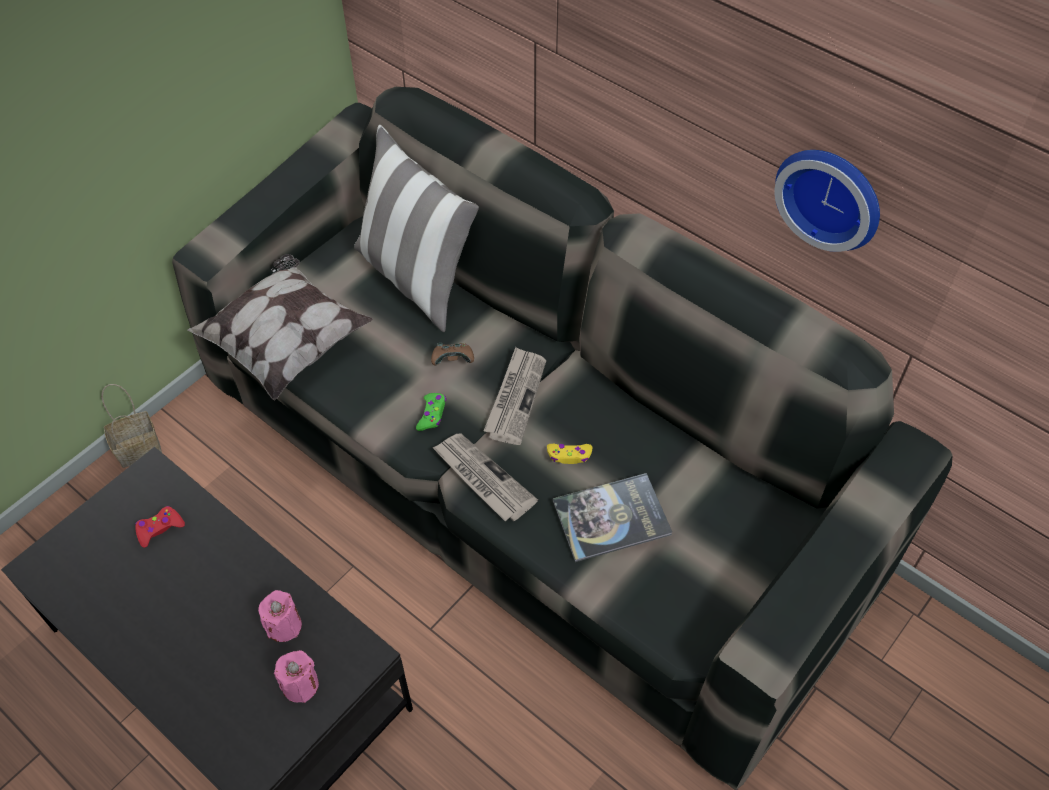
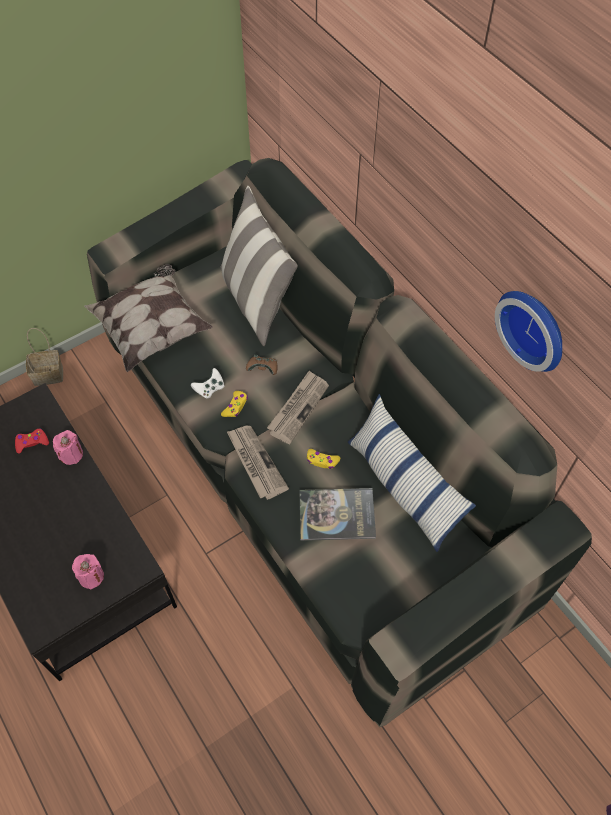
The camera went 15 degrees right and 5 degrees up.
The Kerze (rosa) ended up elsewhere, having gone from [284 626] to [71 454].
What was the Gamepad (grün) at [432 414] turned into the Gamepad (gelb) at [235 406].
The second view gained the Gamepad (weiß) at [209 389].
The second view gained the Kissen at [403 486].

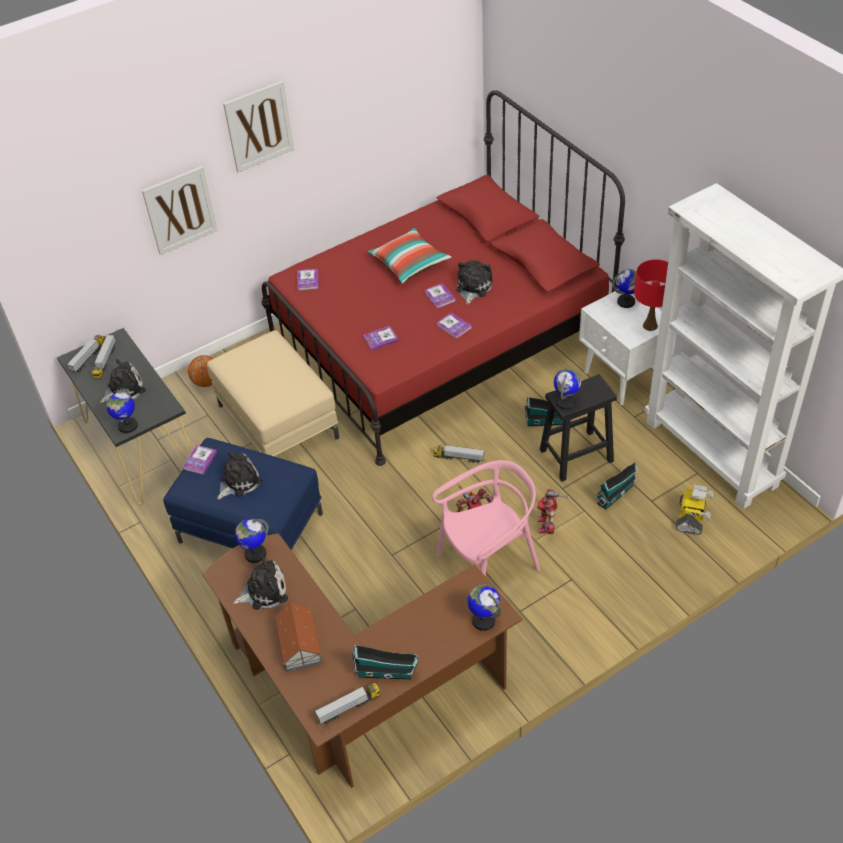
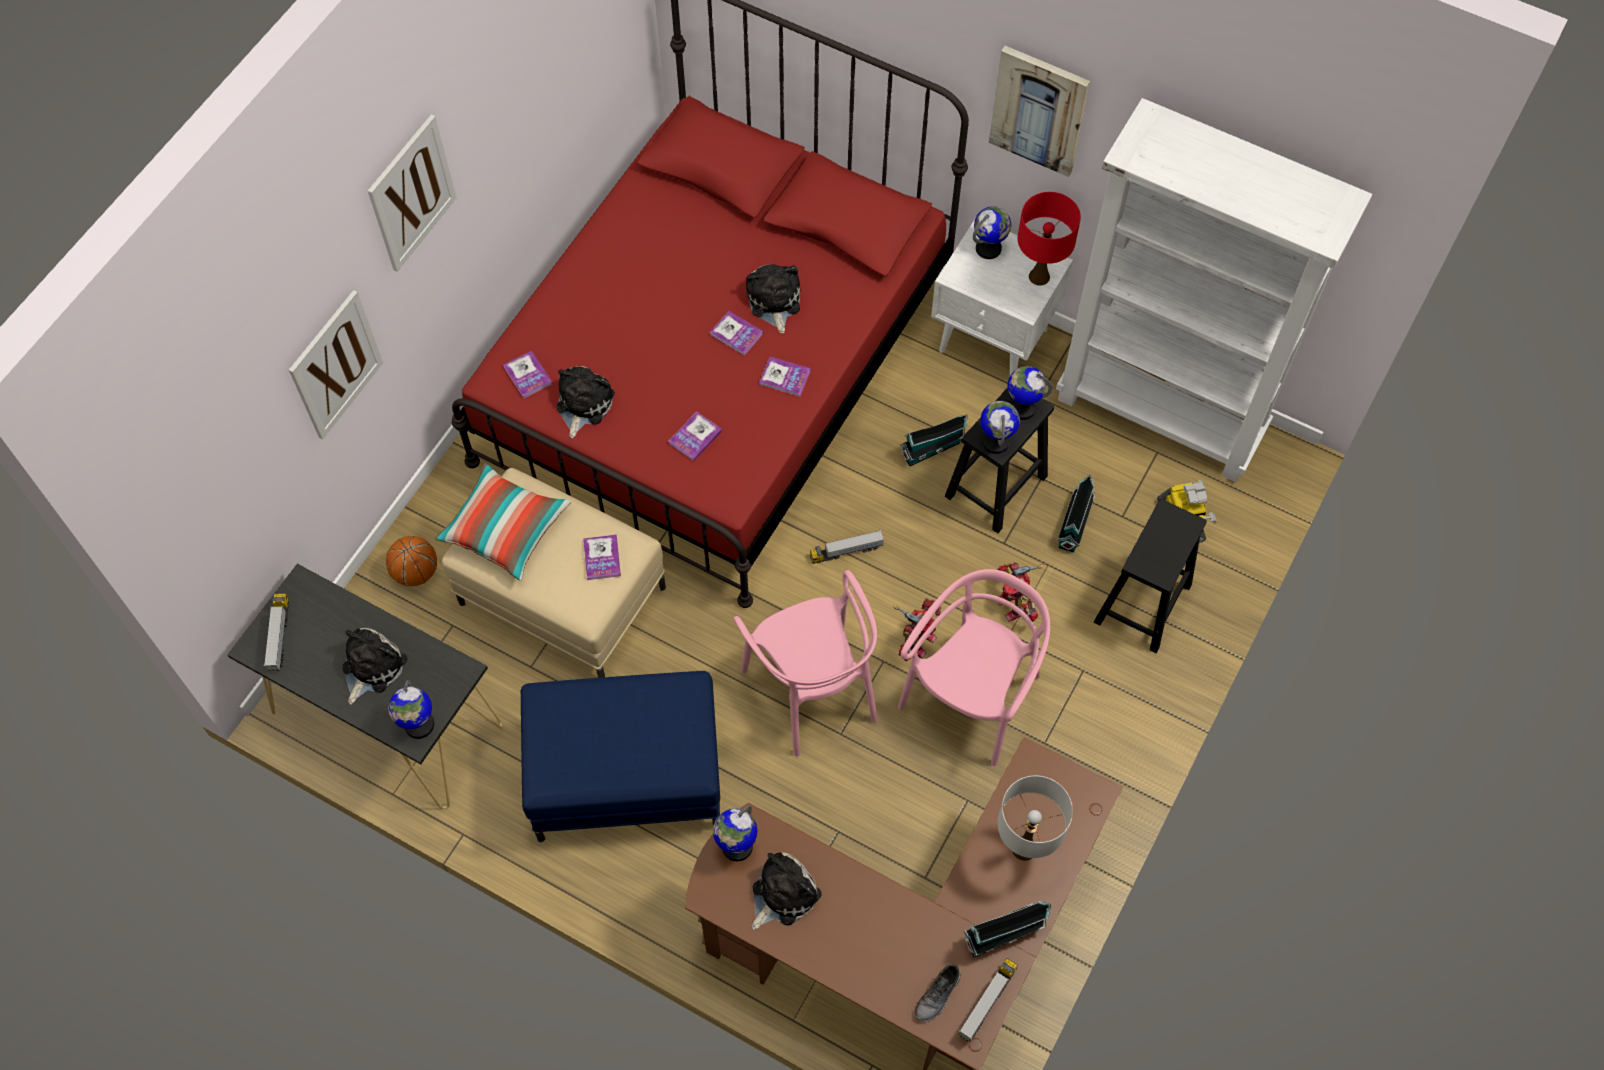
The camera went 30 degrees left and 15 degrees up.
The second view lost the Spielzeuglaster at [105 362].
The Buch ended up elsewhere, having gone from [200 460] to [602 558].
The Plüschtier ended up elsewhere, having gone from [238 481] to [583 404].
The second view lost the Spielzeughaus at [300 644].
The Kissen ended up elsewhere, having gone from [409 264] to [505 529].
The Globus ended up elsewhere, having gone from [483 620] to [1022 407].
The second view gained the Stuhl (rosa) at [812 691].
The second view gained the Schuh (grau) at [938 995].
The second view gained the Bild at [1039 110].
The second view gained the Tischlampe (weiß) at [1023 849].
The second view gained the Hocker (schwarz) at [1143 602].

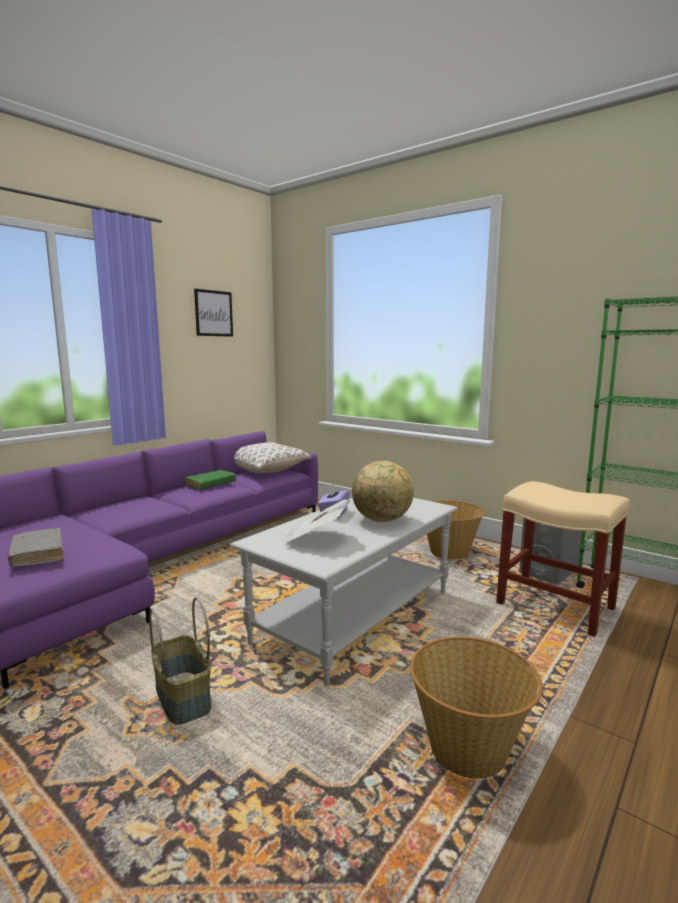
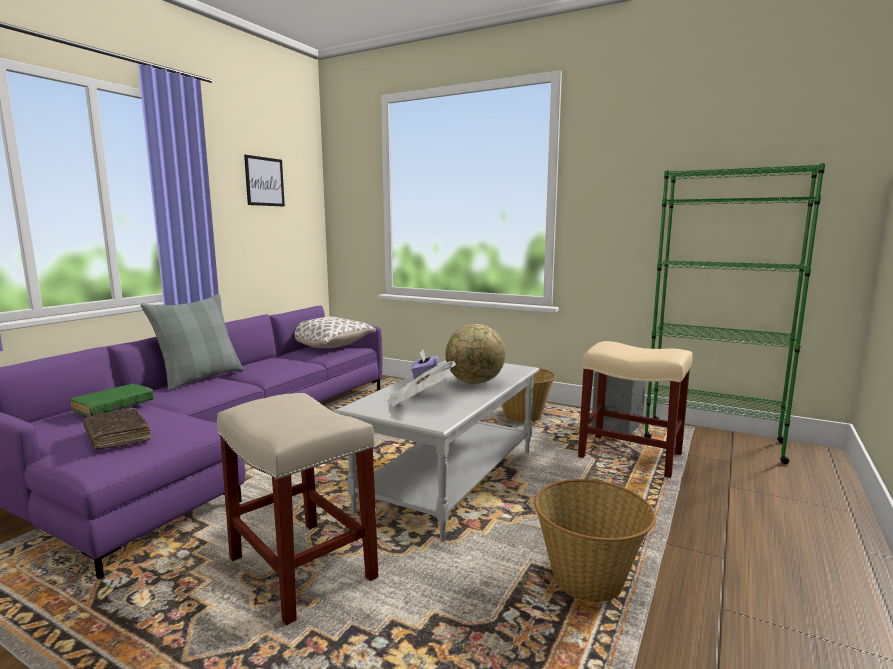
The camera went 10 degrees left and 0 degrees up.
What was the Buch (grau) at [37 554] turned into the Buch (braun) at [117 436].
Where the Korb stood at [181 698], the Hocker (beige) came to stand at [300 567].
The Buch (grün) ended up elsewhere, having gone from [211 484] to [114 407].
The second view gained the Kissen (grau) at [200 378].

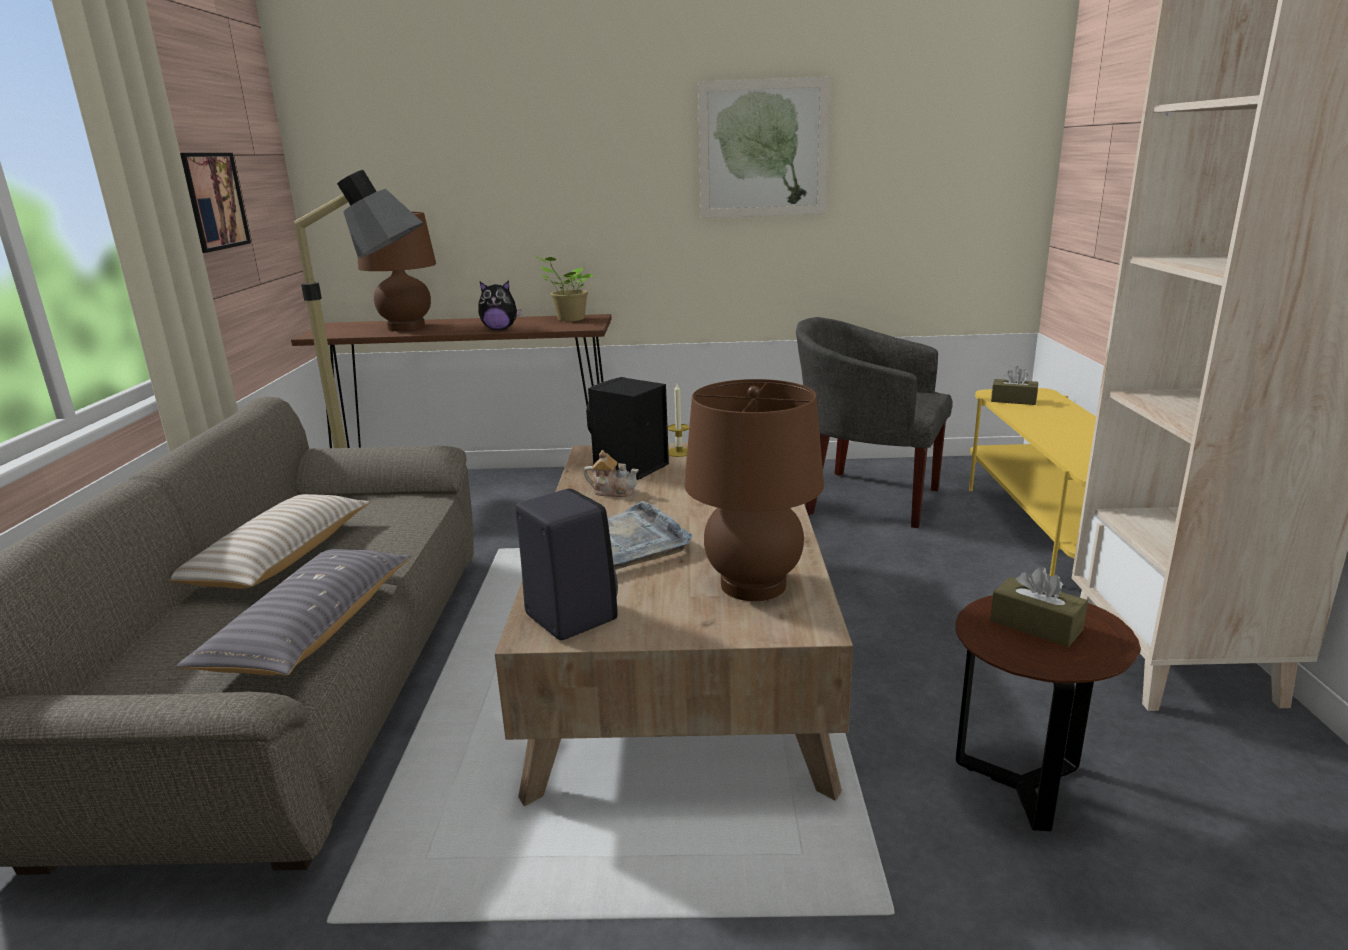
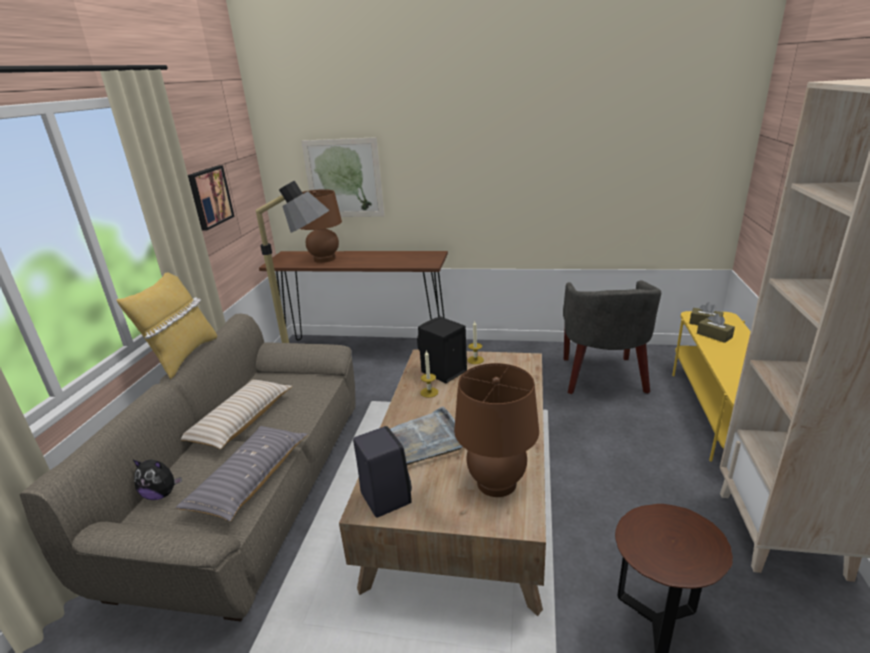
The camera went 10 degrees right and 5 degrees up.
The Plüschtier ended up elsewhere, having gone from [500 329] to [161 494].
The second view lost the Topfpflanze at [568 319].
Where the Teekanne stood at [613 491], the Kerze came to stand at [429 392].
The Bild ended up elsewhere, having gone from [763 149] to [343 178].
The Sessel (grau) at [866 498] ended up facing another way, 120 degrees counterclockwise from before.
The Taschentuchbox (braun) ended up elsewhere, having gone from [1035 625] to [714 335].
The second view gained the Kissen (gelb) at [183 357].

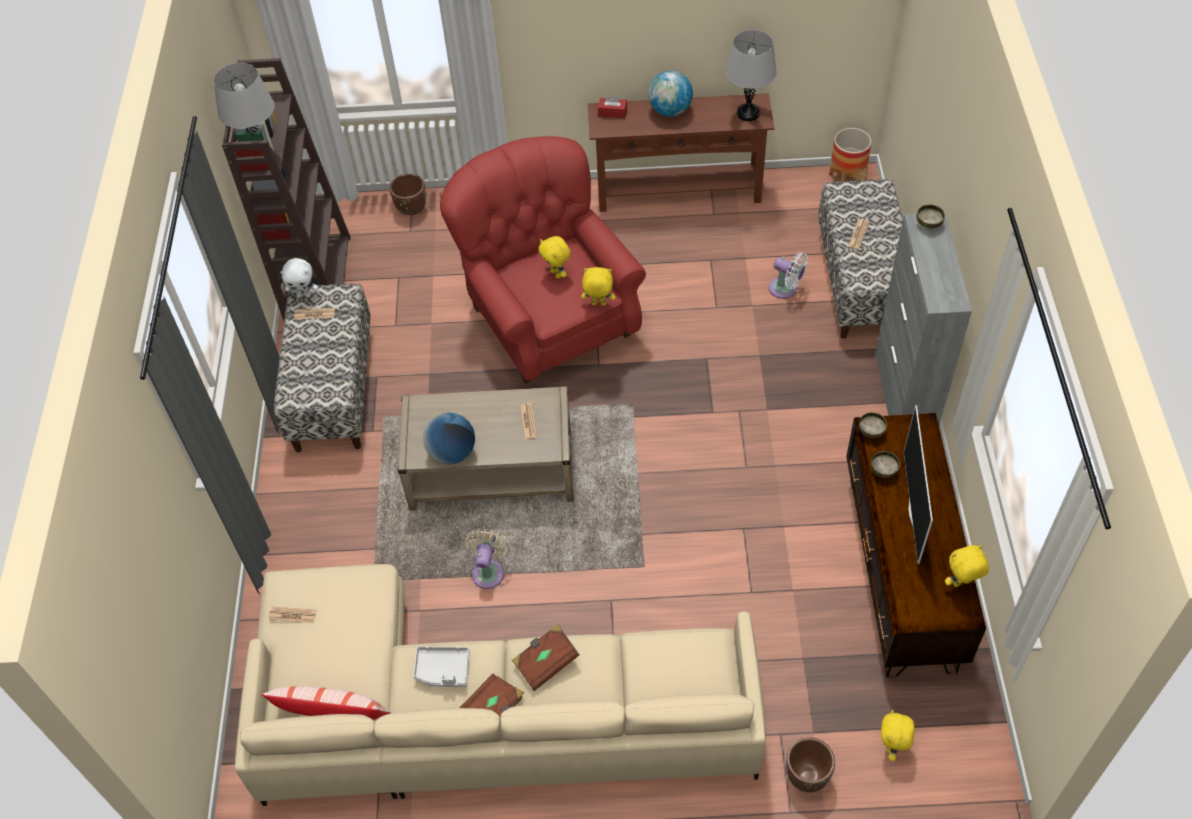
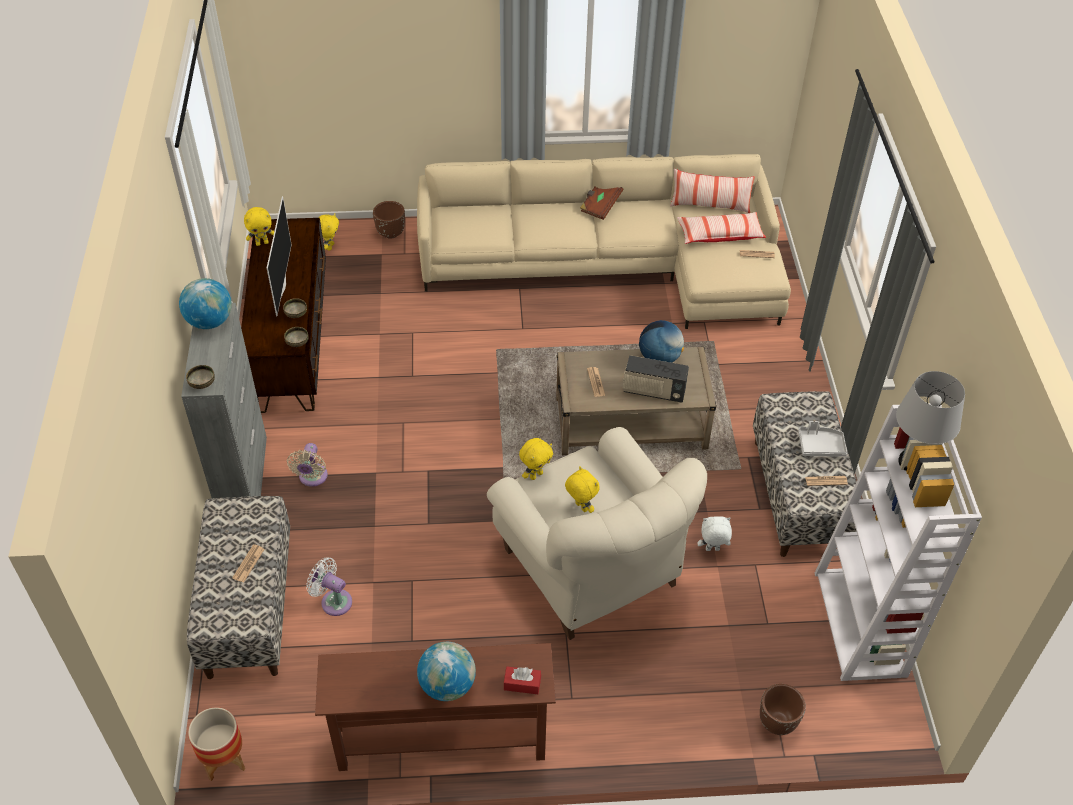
The camera went 175 degrees right and 5 degrees down.
What was the Bücherregal (braun) at [316 277] turned into the Bücherregal (weiß) at [861 624].
The Plüschtier (weiß) ended up elsewhere, having gone from [304 295] to [712 550].
The Tablett (grau) ended up elsewhere, having gone from [443 670] to [820 446].
What was the Sessel (rot) at [548 318] turned into the Sessel (beige) at [592 570].
The Ventilator (beige) ended up elsewhere, having gone from [489 571] to [312 478].
The second view lost the Buch (braun) at [546 662].
The Plüschtier (gelb) at [598 304] ended up facing another way, 45 degrees counterclockwise from before.
The second view lost the Tischlampe (grau) at [748 113].
The second view gained the Globus at [210 321].
The second view gained the Radio at [653 391].
The second view gained the Kissen at [720 235].

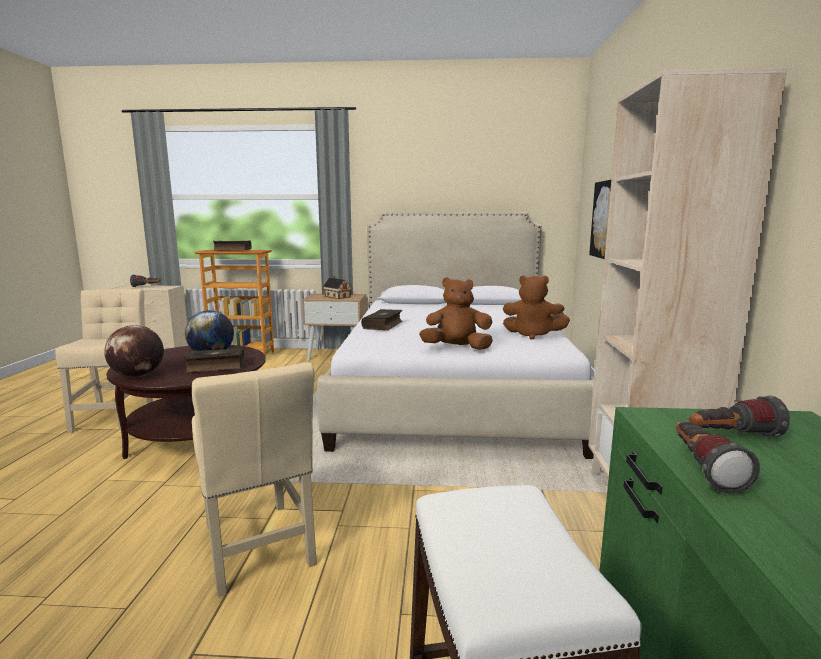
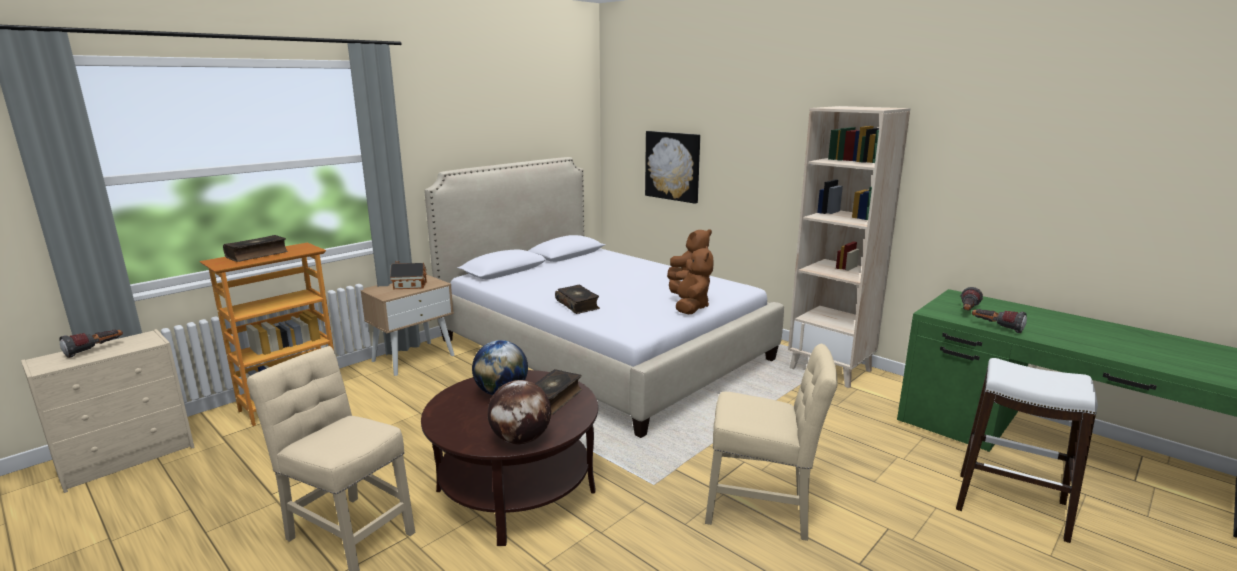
The camera went 50 degrees left and 5 degrees up.
The Plüschtier (braun) at [457 348] ended up facing another way, 135 degrees clockwise from before.

